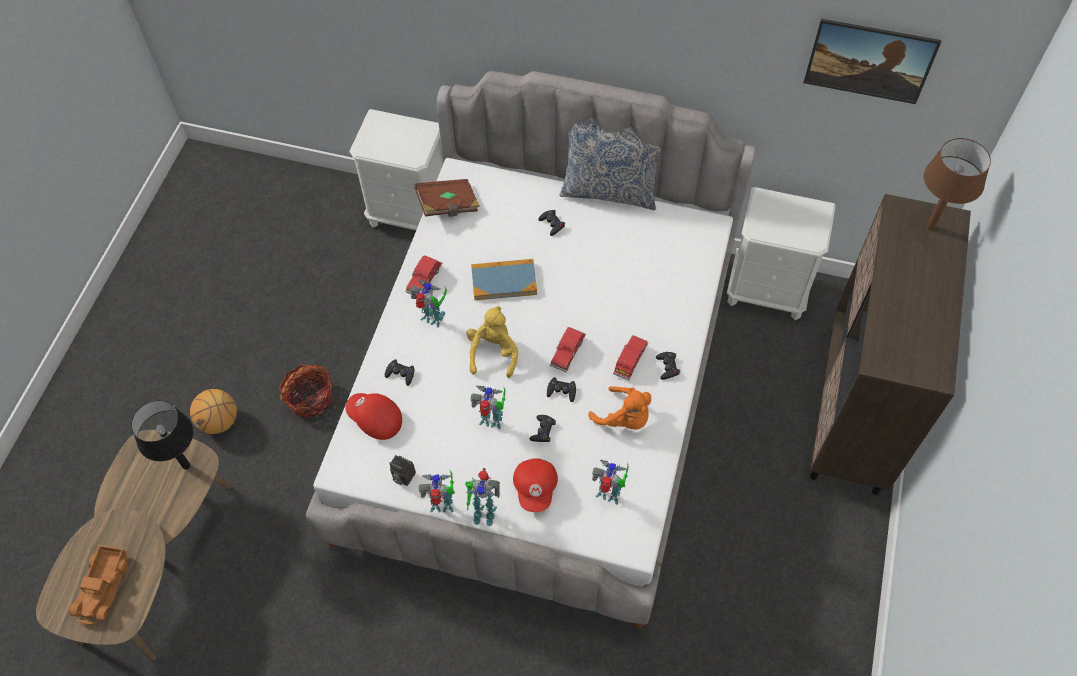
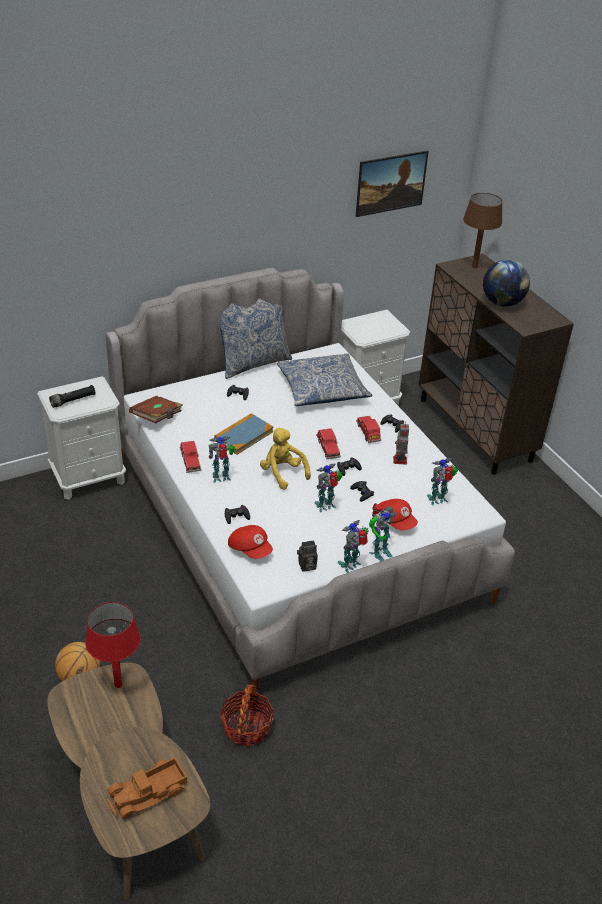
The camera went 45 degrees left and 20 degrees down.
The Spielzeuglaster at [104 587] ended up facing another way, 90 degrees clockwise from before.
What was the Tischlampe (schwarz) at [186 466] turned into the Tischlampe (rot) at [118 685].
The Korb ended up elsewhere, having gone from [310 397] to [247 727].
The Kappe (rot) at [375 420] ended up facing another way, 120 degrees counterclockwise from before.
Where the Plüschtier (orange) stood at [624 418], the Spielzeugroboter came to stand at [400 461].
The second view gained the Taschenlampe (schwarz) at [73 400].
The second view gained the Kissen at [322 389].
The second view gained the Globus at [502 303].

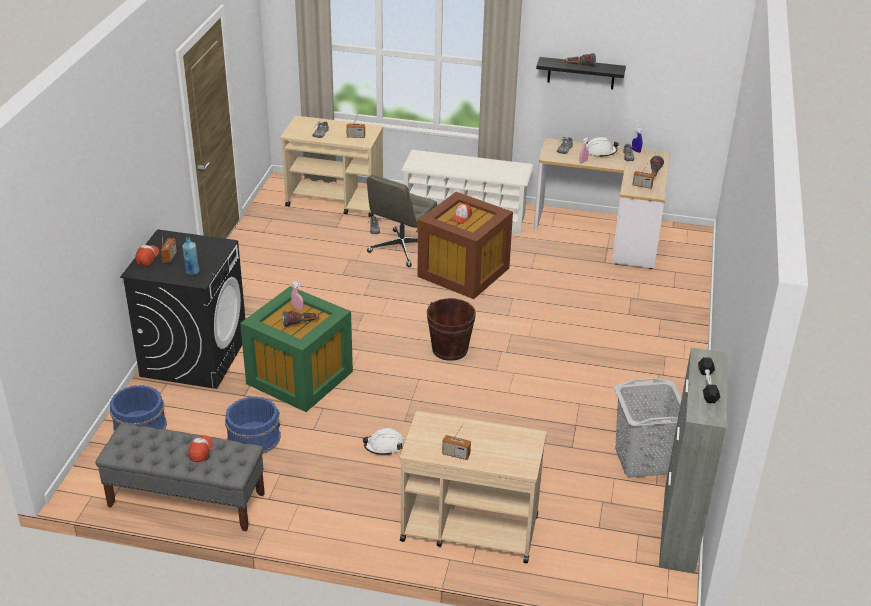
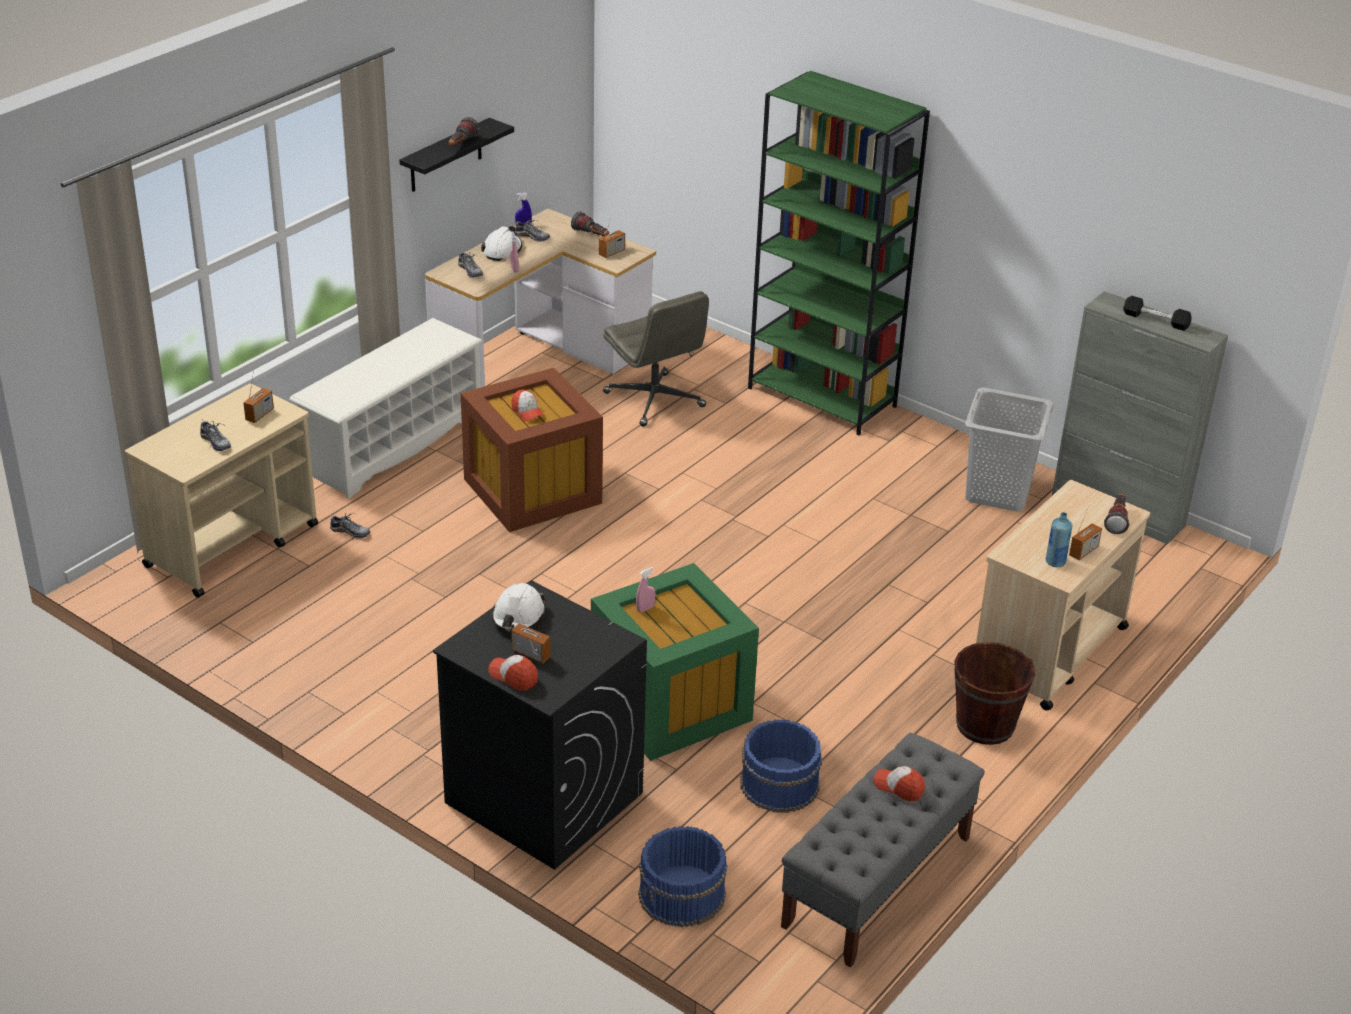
The camera went 65 degrees left and 0 degrees up.
The Flasche (blau) ended up elsewhere, having gone from [192 272] to [1055 562].
The Taschenlampe ended up elsewhere, having gone from [300 324] to [1116 520].
The Schutzhelm (weiß) ended up elsewhere, having gone from [384 446] to [518 616].
The Bürostuhl (grau) ended up elsewhere, having gone from [401 249] to [655 400].
The Eimer (braun) ended up elsewhere, having gone from [450 349] to [985 725].
The second view gained the Bücherregal (grün) at [823 397].

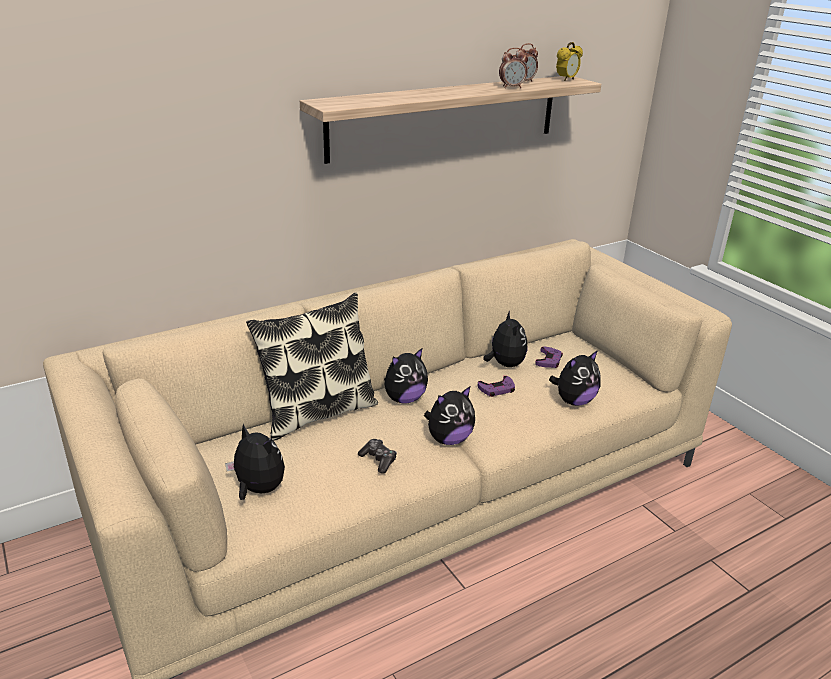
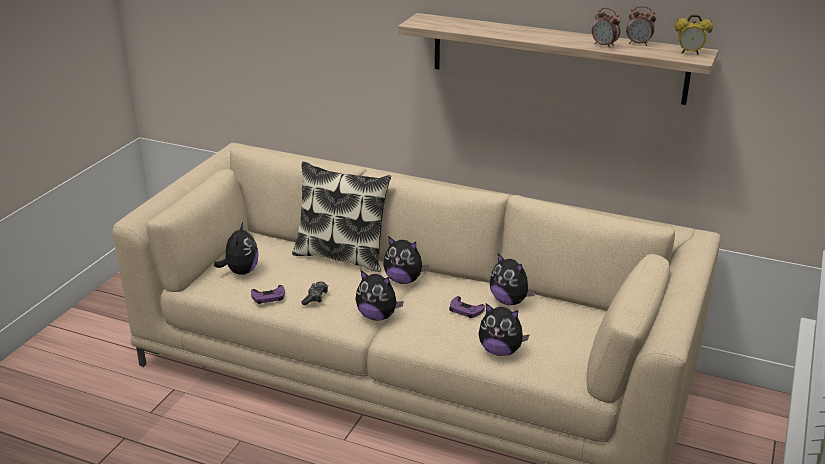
The camera went 55 degrees right and 0 degrees up.
The Plüschtier at [504 364] ended up facing another way, 90 degrees clockwise from before.
The Gamepad (lila) ended up elsewhere, having gone from [549 360] to [268 297].

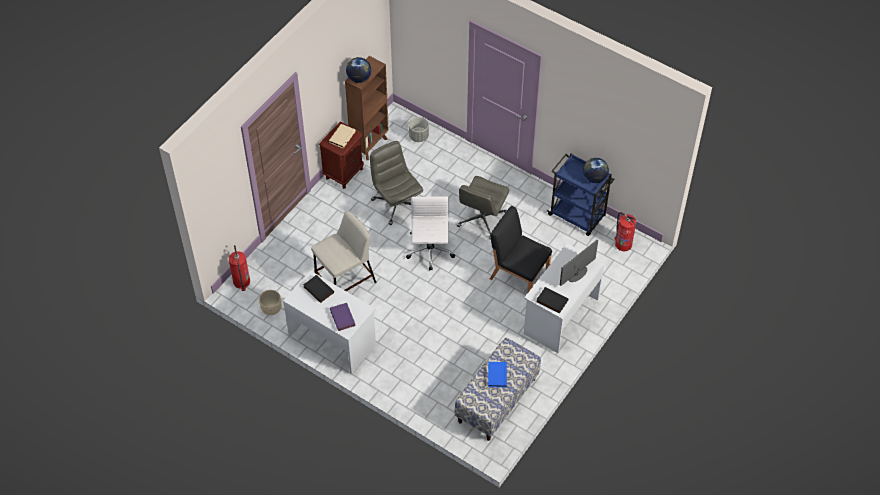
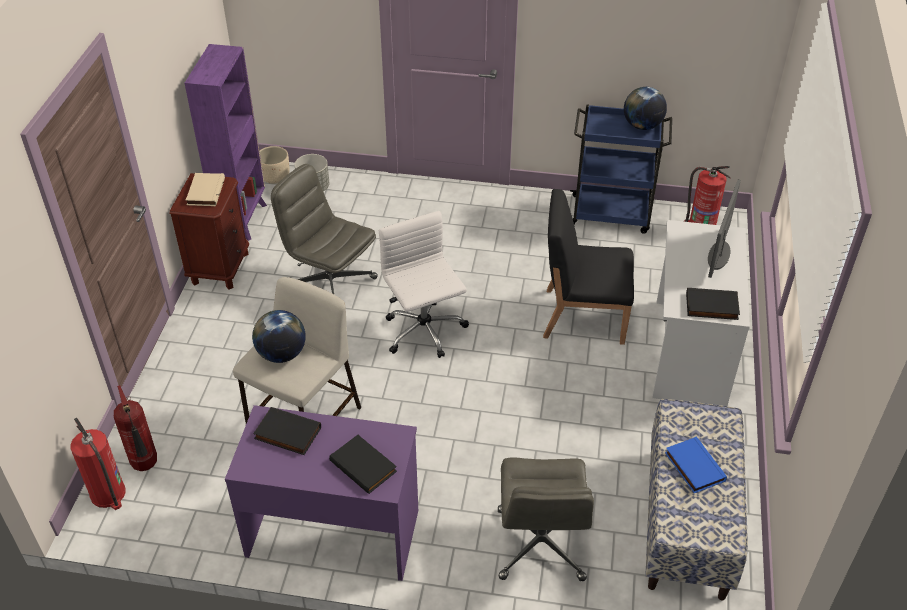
The camera went 25 degrees left and 10 degrees down.
The Pflanzkübel (beige) ended up elsewhere, having gone from [271 308] to [275 177].
What was the Schreibtisch (weiß) at [333 339] turned into the Schreibtisch (lila) at [333 531].
What was the Buch (lila) at [343 317] turned into the Buch (schwarz) at [364 466].
What was the Bücherregal (braun) at [370 144] turned into the Bücherregal (lila) at [243 219].
The Globus ended up elsewhere, having gone from [359 78] to [281 354].
The Bürostuhl (grau) ended up elsewhere, having gone from [482 220] to [541 545].
The second view gained the Feuerlöscher at [146 466].

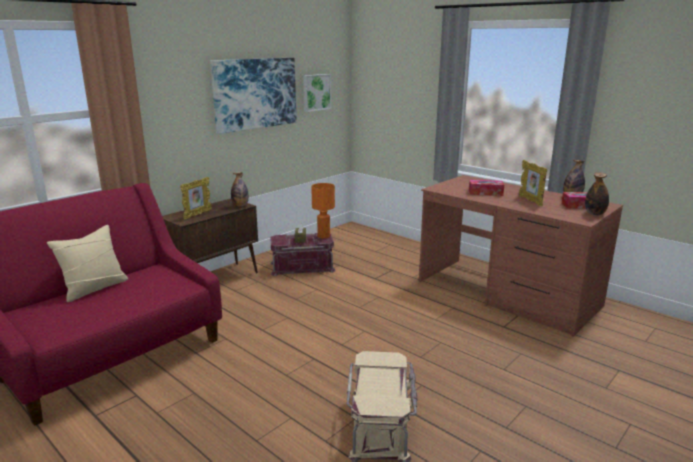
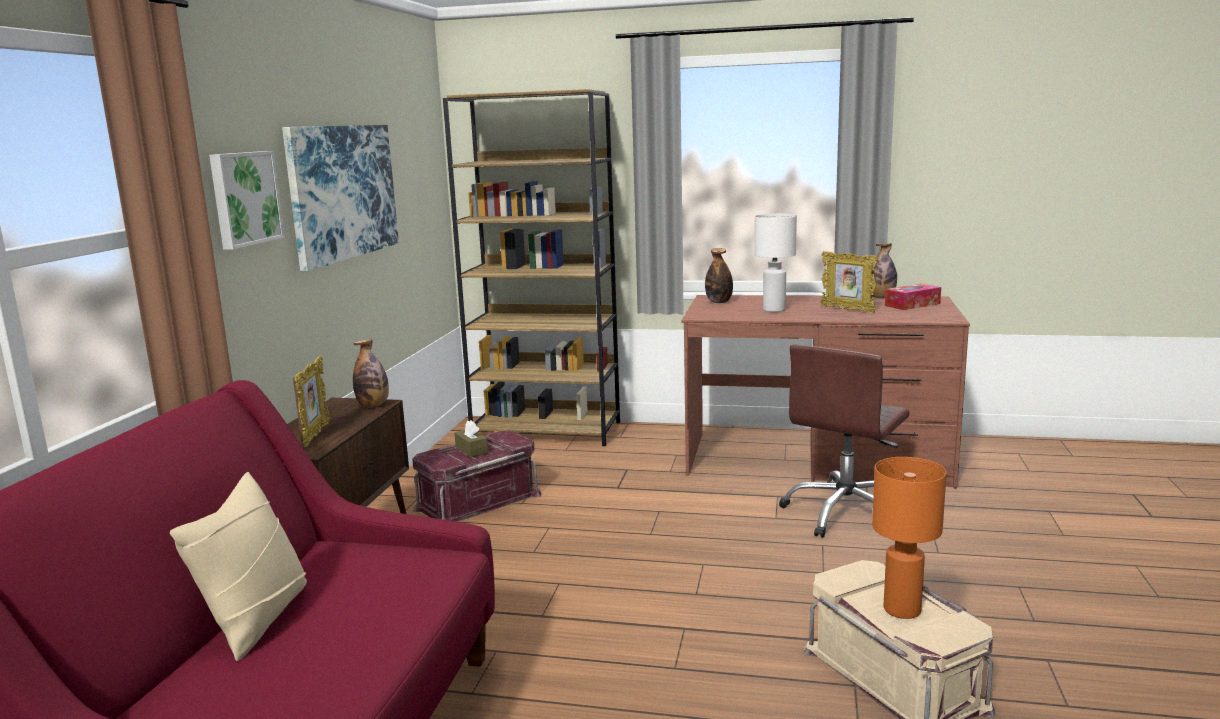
The camera went 30 degrees left and 5 degrees down.
The Bild ended up elsewhere, having gone from [316 92] to [244 198].
The Tischlampe (orange) ended up elsewhere, having gone from [324 236] to [903 610].
Where the Taschentuchbox stood at [485 192], the Tischlampe (weiß) came to stand at [774 310].
The Flasche ended up elsewhere, having gone from [595 214] to [719 302].
The second view gained the Bücherregal (braun) at [547 431].
The second view gained the Bürostuhl (braun) at [845 513].

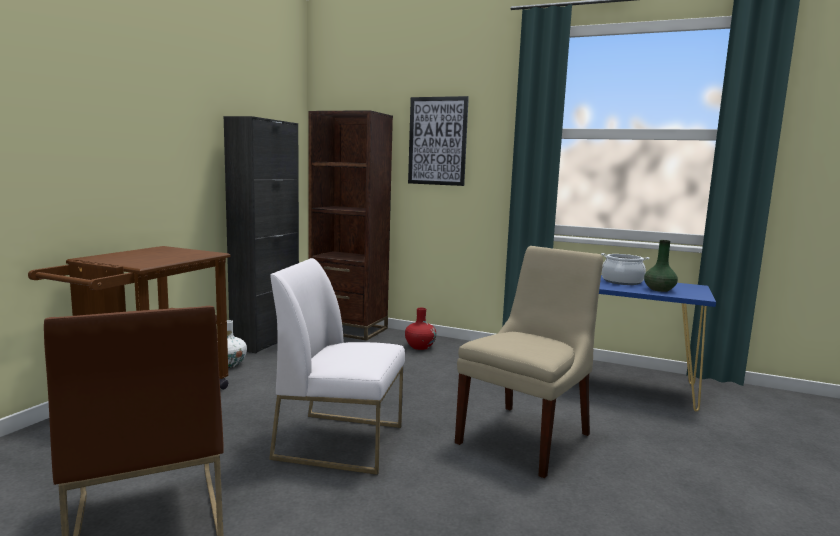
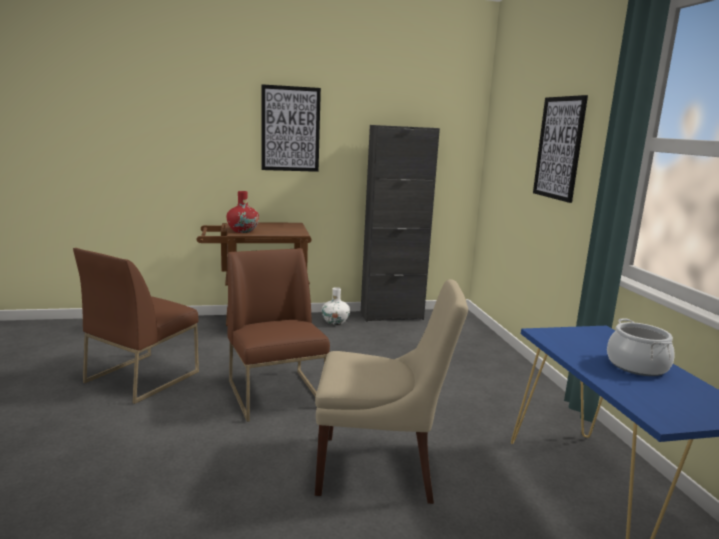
The camera went 55 degrees right and 5 degrees up.
What was the Stuhl (weiß) at [341 441] turned into the Stuhl (braun) at [276 394].
The second view lost the Bücherregal (braun) at [348 329].
The Vase (rot) ended up elsewhere, having gone from [420 347] to [243 231].
The second view lost the Vase (grün) at [659 290].
The second view gained the Bild at [290 129].

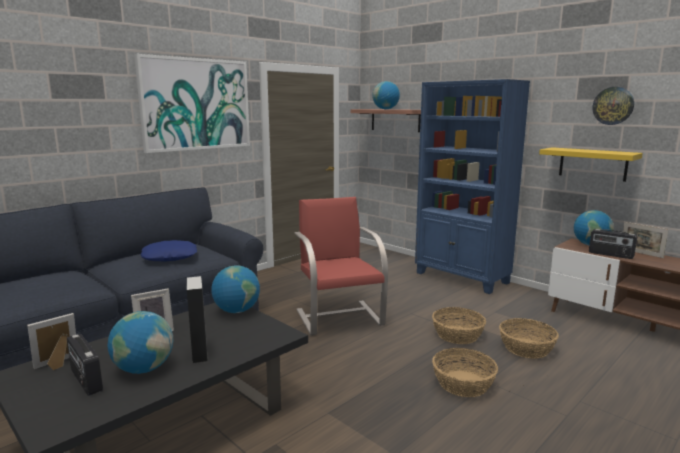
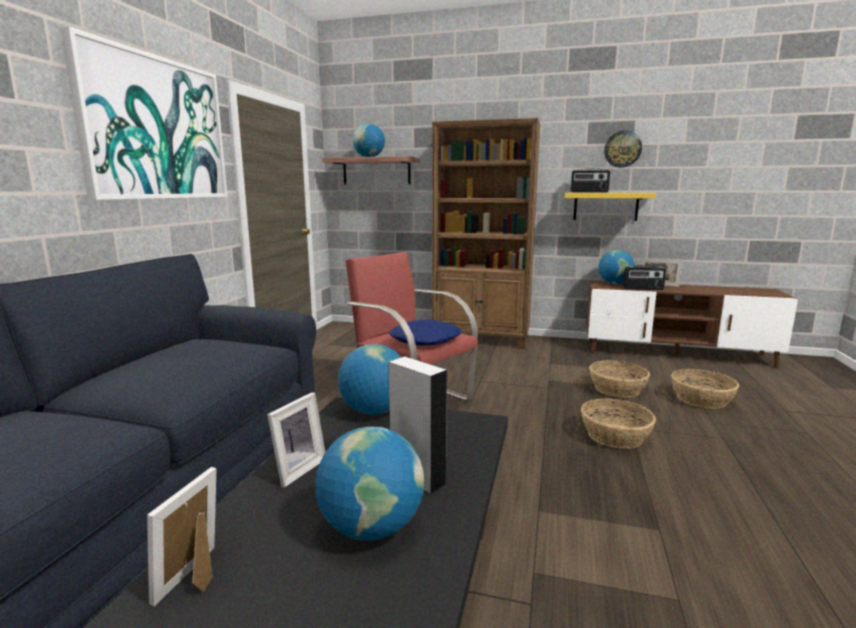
The camera went 30 degrees left and 0 degrees up.
The Radio ended up elsewhere, having gone from [85 381] to [589 192].
The Kissen (blau) ended up elsewhere, having gone from [170 257] to [425 340].
What was the Bücherregal (blau) at [462 278] turned into the Bücherregal (braun) at [482 339].
The Korb ended up elsewhere, having gone from [457 335] to [702 399].

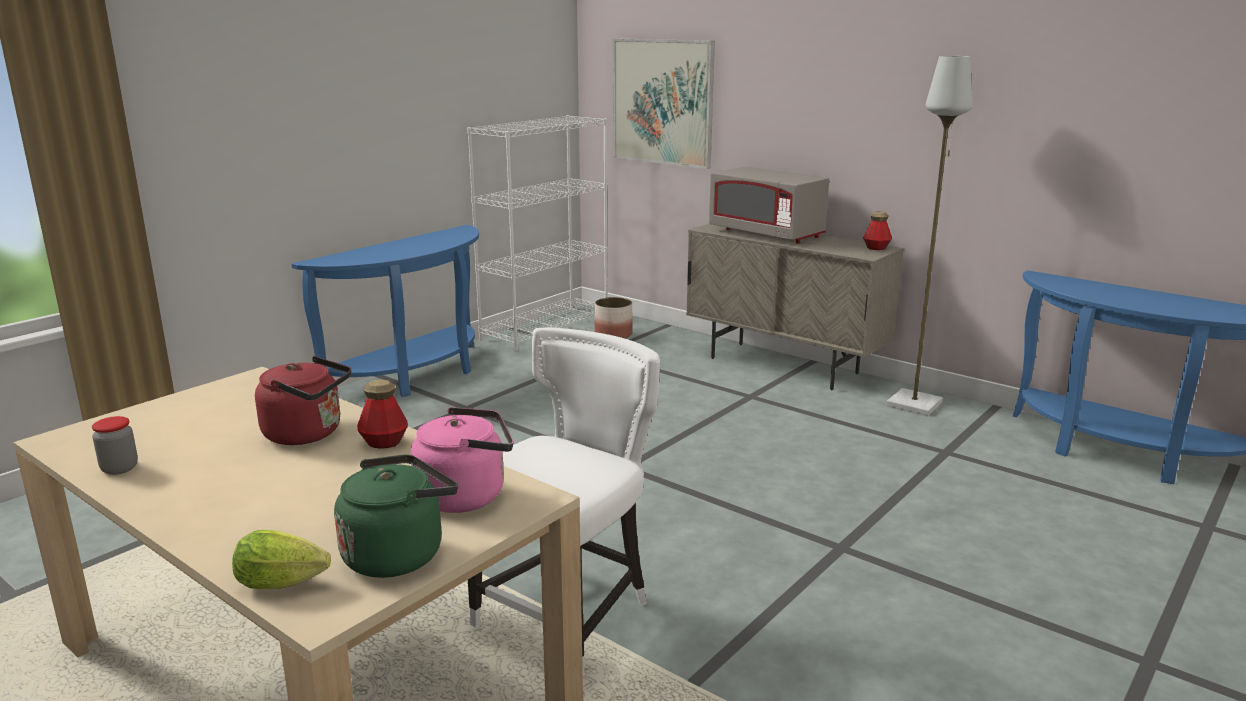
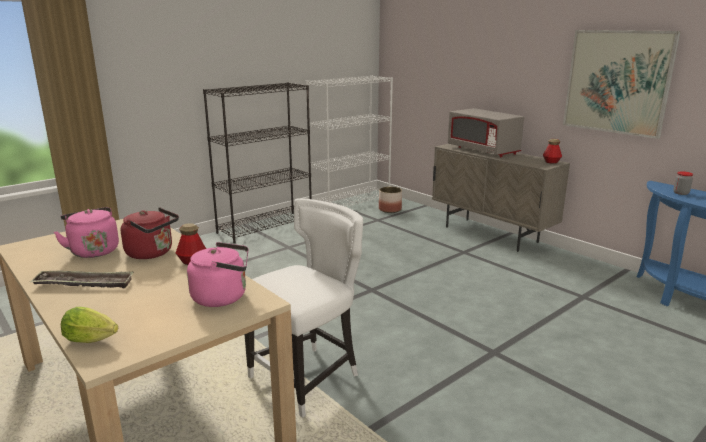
The camera went 10 degrees right and 0 degrees up.
The Vorratsglas ended up elsewhere, having gone from [119 468] to [681 193].
Where the Konsolentisch (blau) stood at [415 376], the Bücherregal (schwarz) came to stand at [266 227].
The second view lost the Wasserkessel (grün) at [398 554].
The Bild ended up elsewhere, having gone from [662 102] to [617 82].
The second view lost the Stehlampe (grau) at [915 404].
The second view gained the Tablett at [84 284].
The second view gained the Wasserkessel (rosa) at [93 251].

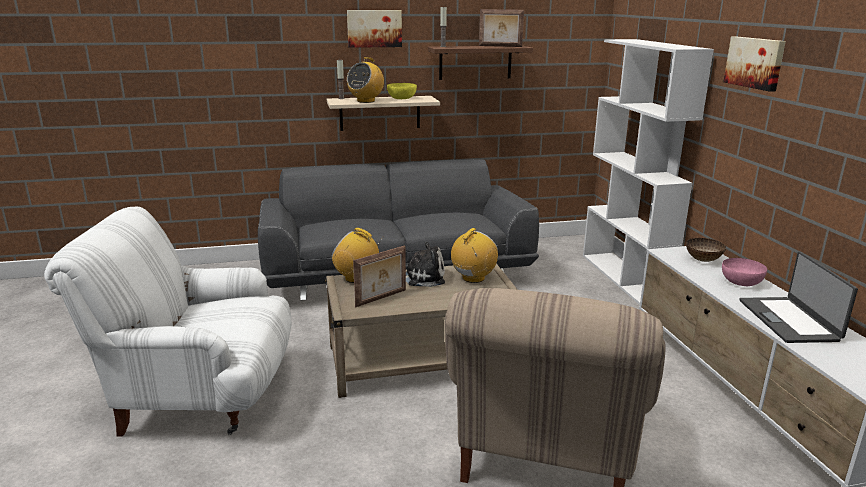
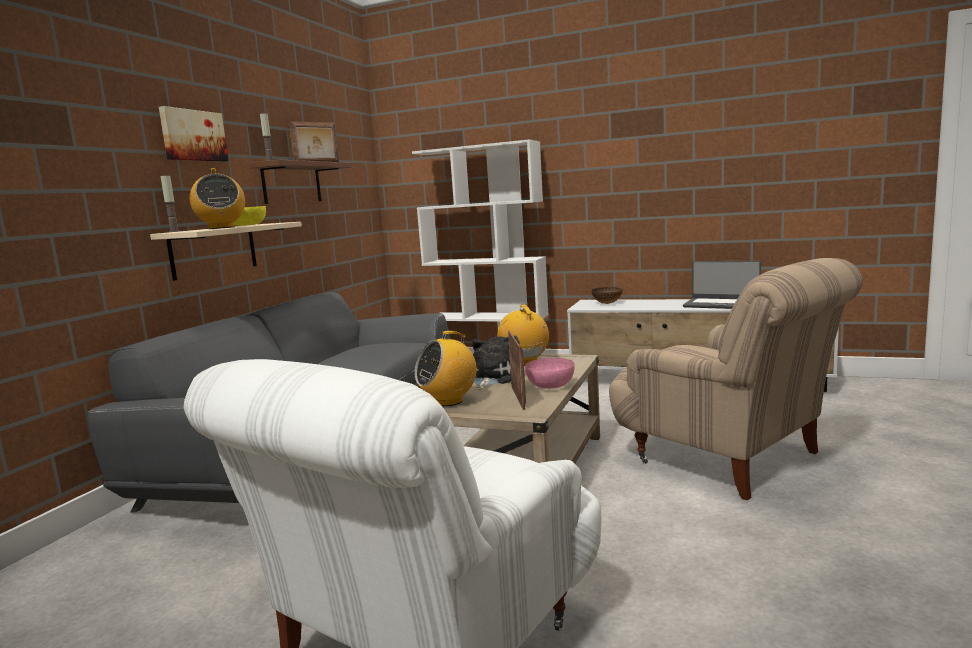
The camera went 55 degrees left and 10 degrees down.
The Schüssel (rosa) ended up elsewhere, having gone from [741 282] to [551 385].
The second view lost the Bild at [755 62].

